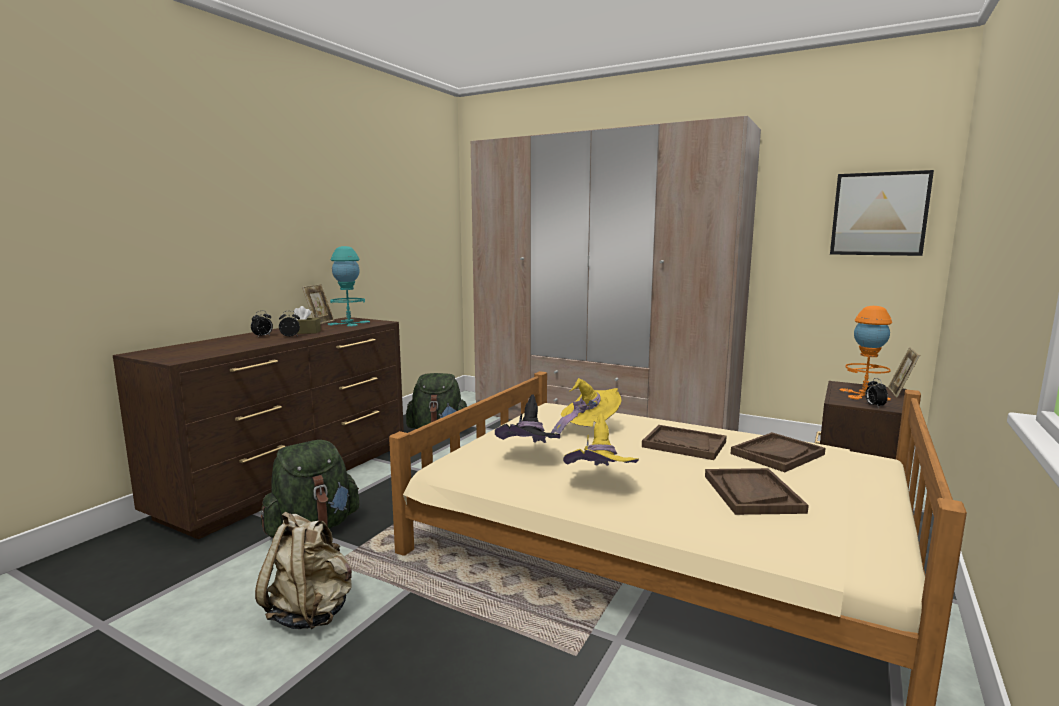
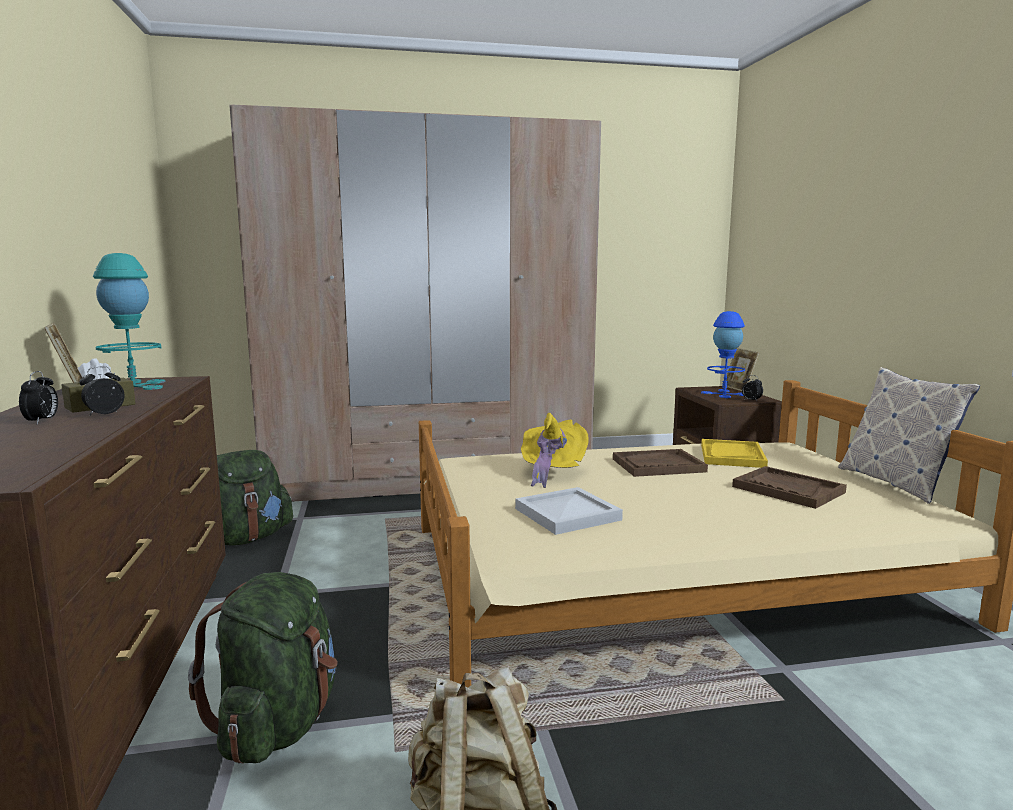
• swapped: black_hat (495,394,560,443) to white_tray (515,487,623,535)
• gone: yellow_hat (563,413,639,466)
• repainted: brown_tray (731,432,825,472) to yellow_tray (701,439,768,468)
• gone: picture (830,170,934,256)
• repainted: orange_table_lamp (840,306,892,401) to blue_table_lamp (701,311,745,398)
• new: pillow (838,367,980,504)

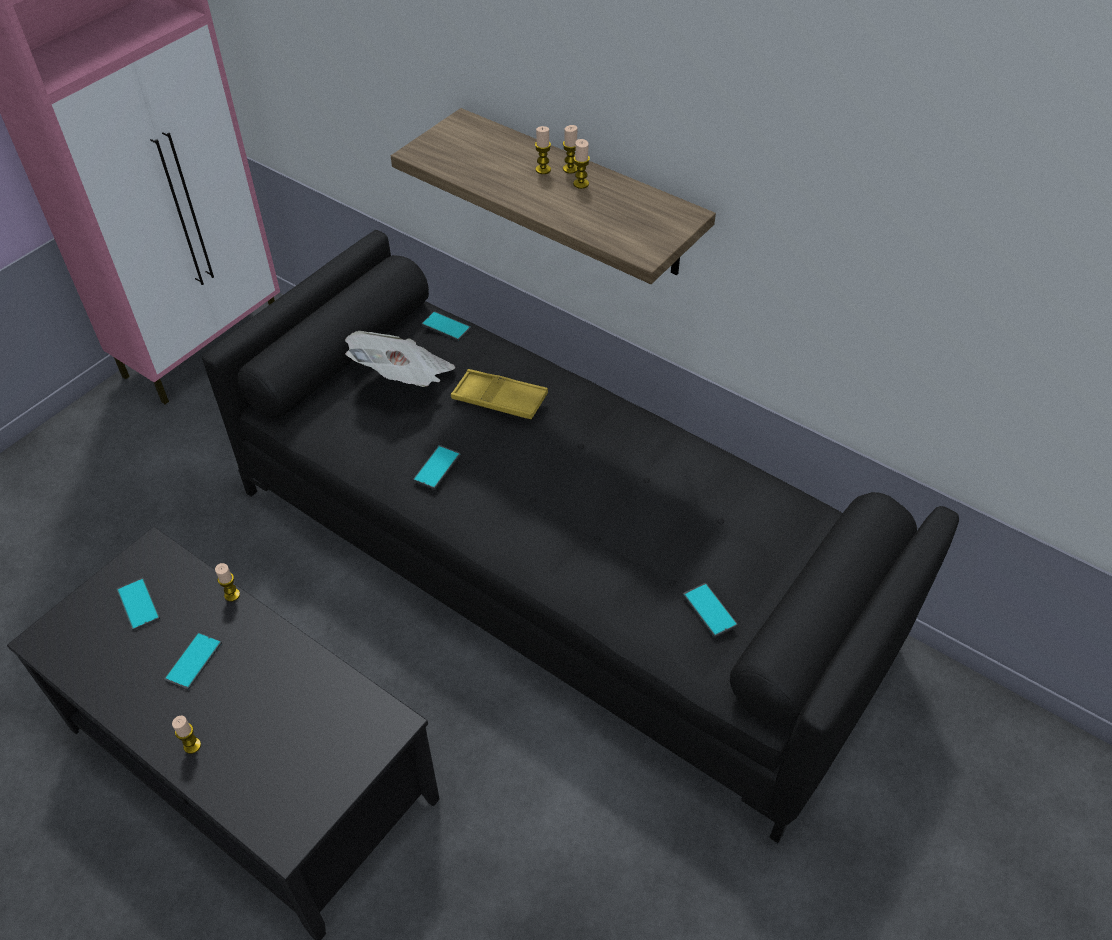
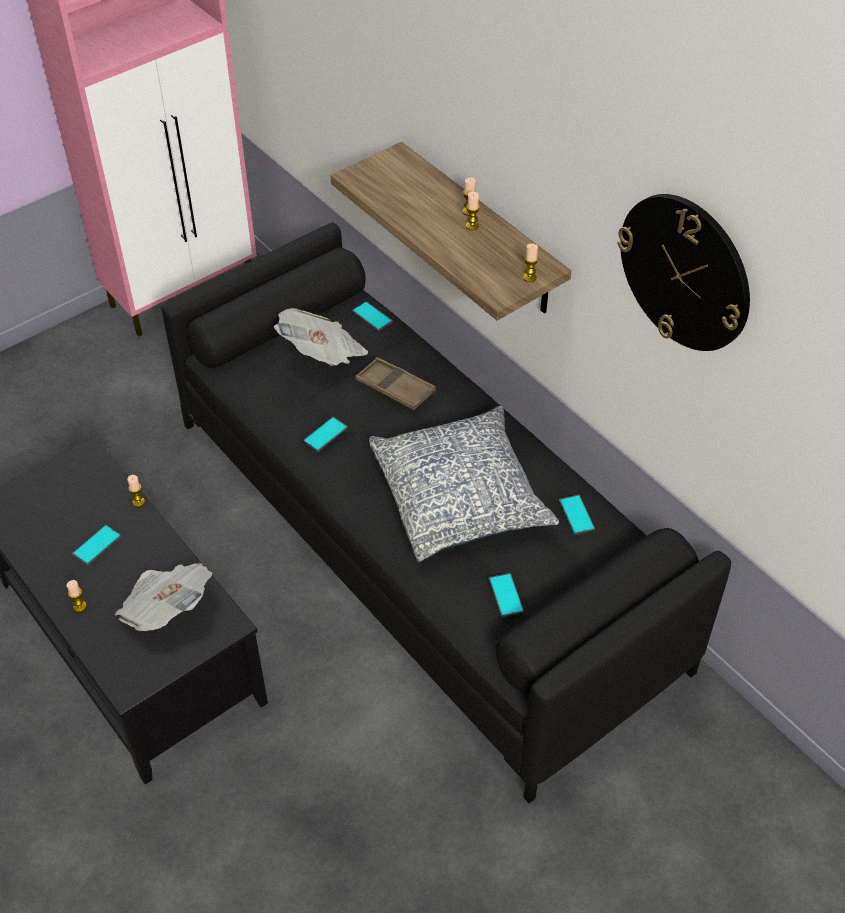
• shifted: phone (117,578,160,631) to (559,494,595,535)
• repainted: yellow_tray (451,369,548,419) to brown_tray (355,357,436,410)
• shifted: candle (535,126,551,174) to (523,243,538,282)
• new: newspaper (114,563,212,631)
• new: pillow (369,406,559,562)
• new: wall_clock (617,194,750,351)

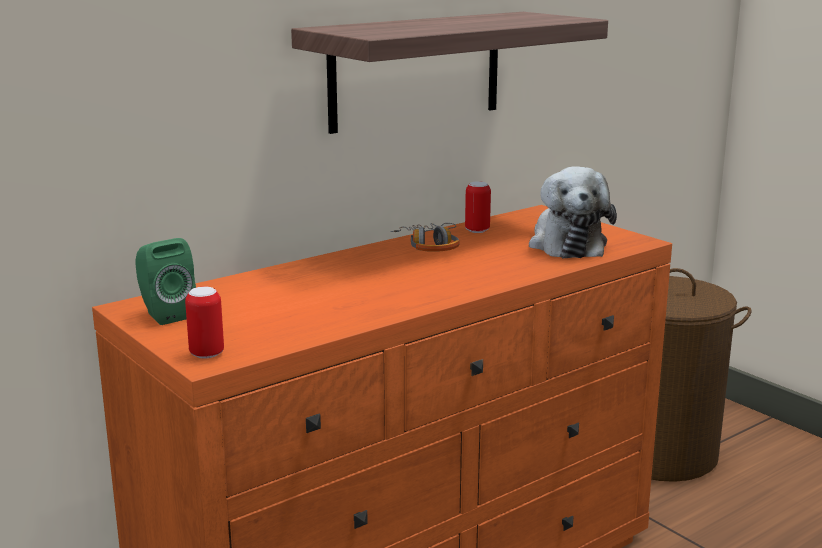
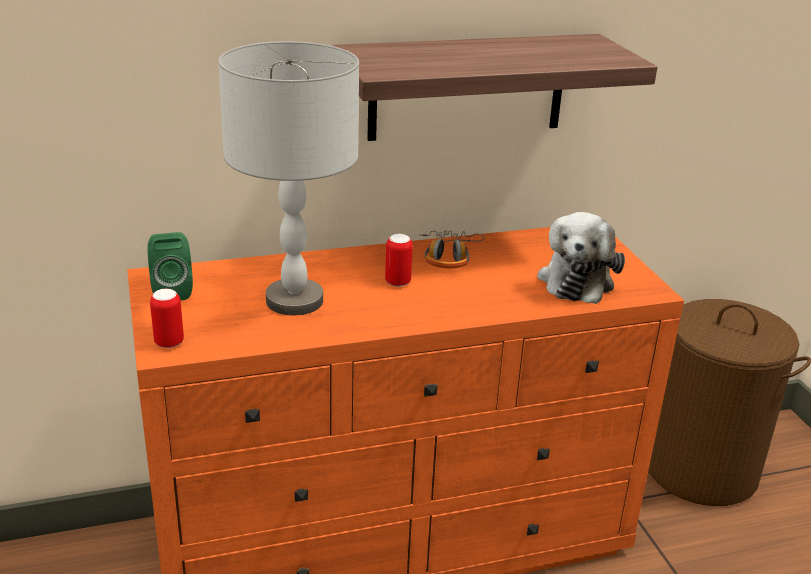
• shifted: can (465,181,491,233) to (385,234,413,287)
• new: grey_table_lamp (218,41,359,315)

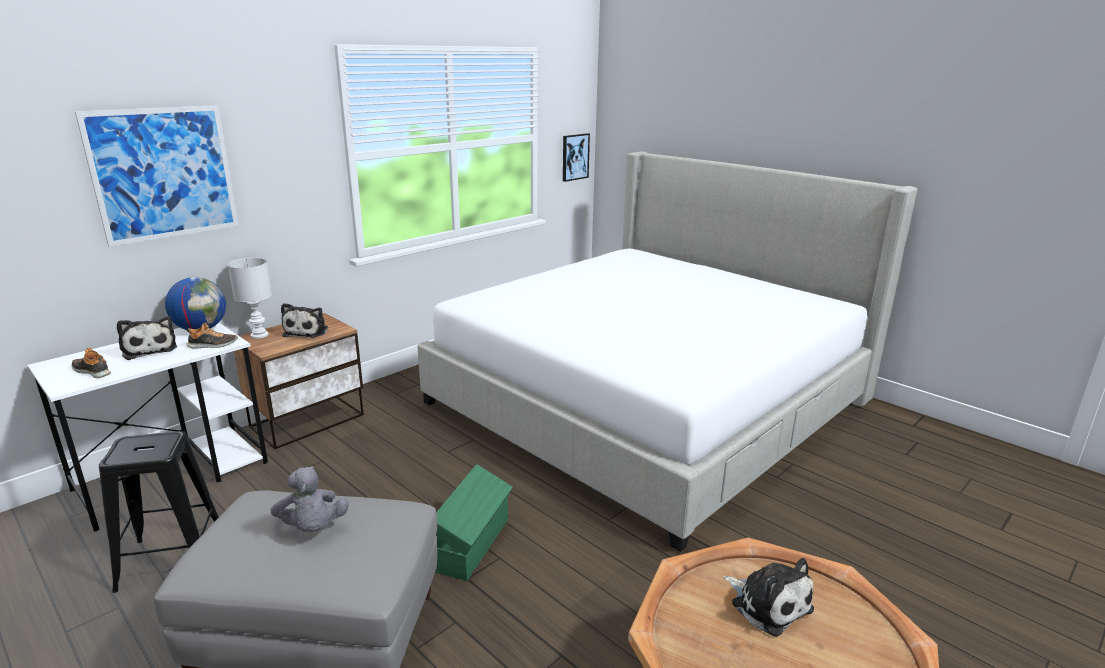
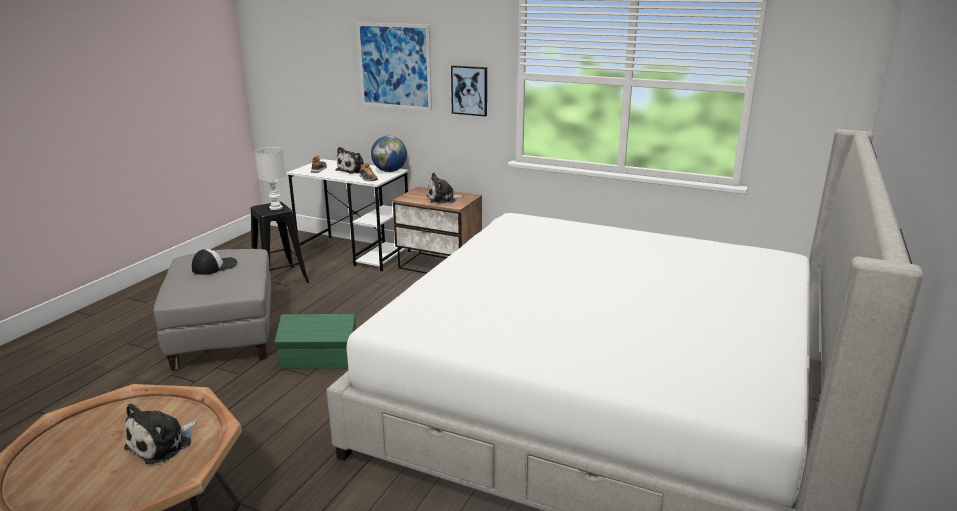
• shifted: white_table_lamp (228,258,272,339) to (255,147,286,210)
• swapped: grey_plush_toy (270,466,349,532) to cap (192,249,238,275)
• shifted: picture (563,133,590,182) to (451,65,487,116)

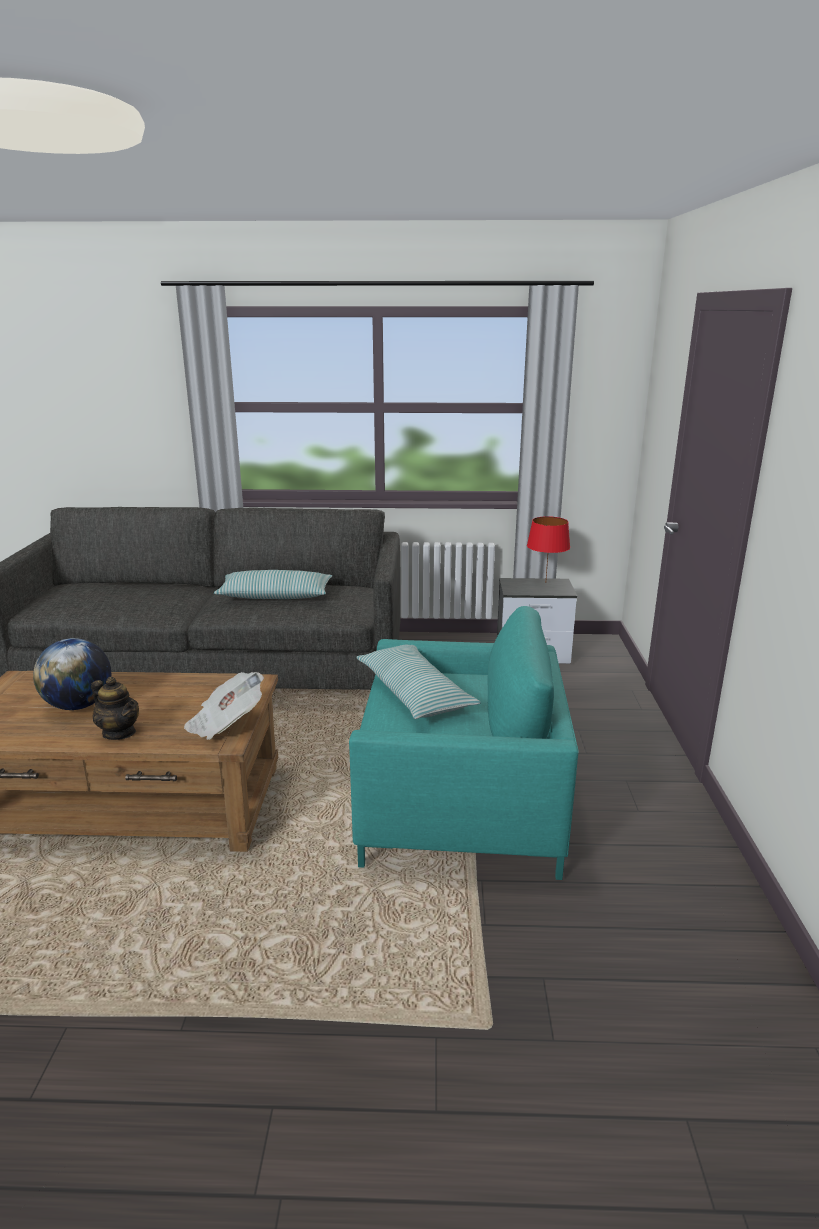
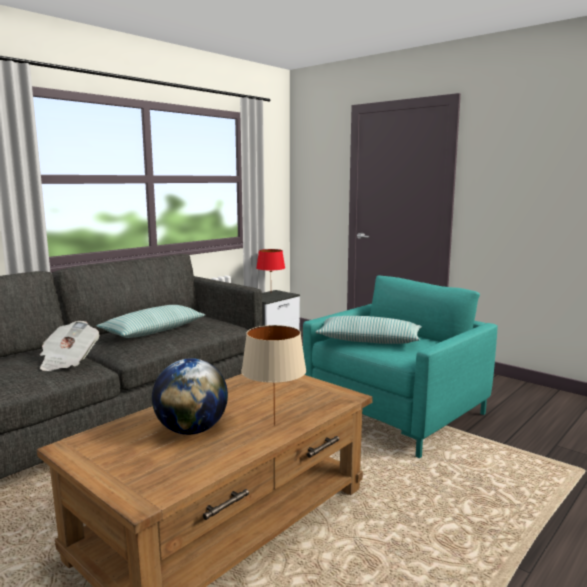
• swapped: teapot (91,677,139,740) to beige_table_lamp (241,325,306,425)
• shifted: newspaper (184,672,264,740) to (40,321,100,371)

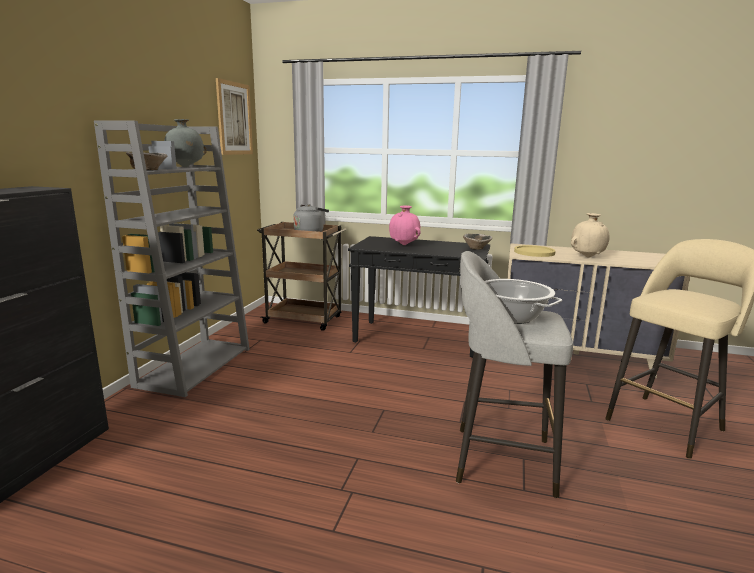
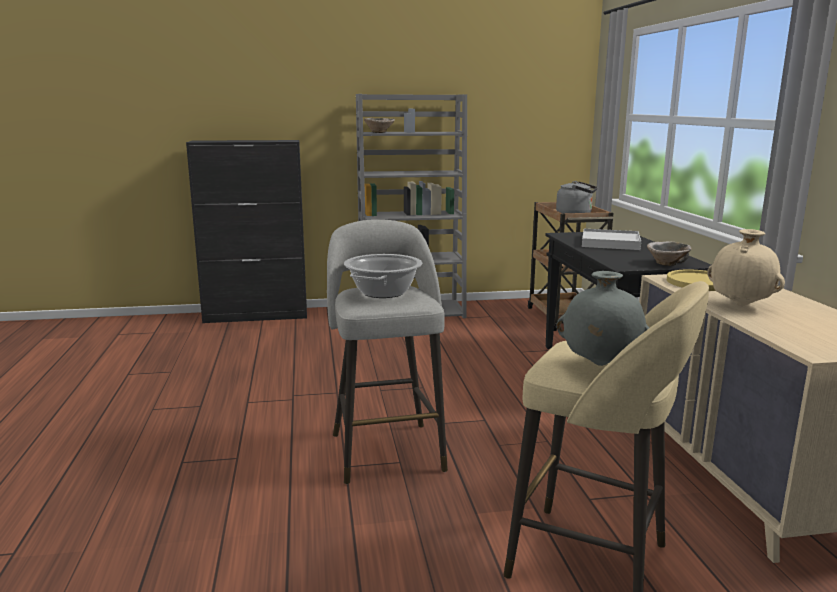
• shifted: grey_vase (164,119,207,167) to (556,271,649,366)
• gone: picture (216,78,253,155)
• swapped: pink_vase (389,205,421,245) to white_tray (582,229,641,250)

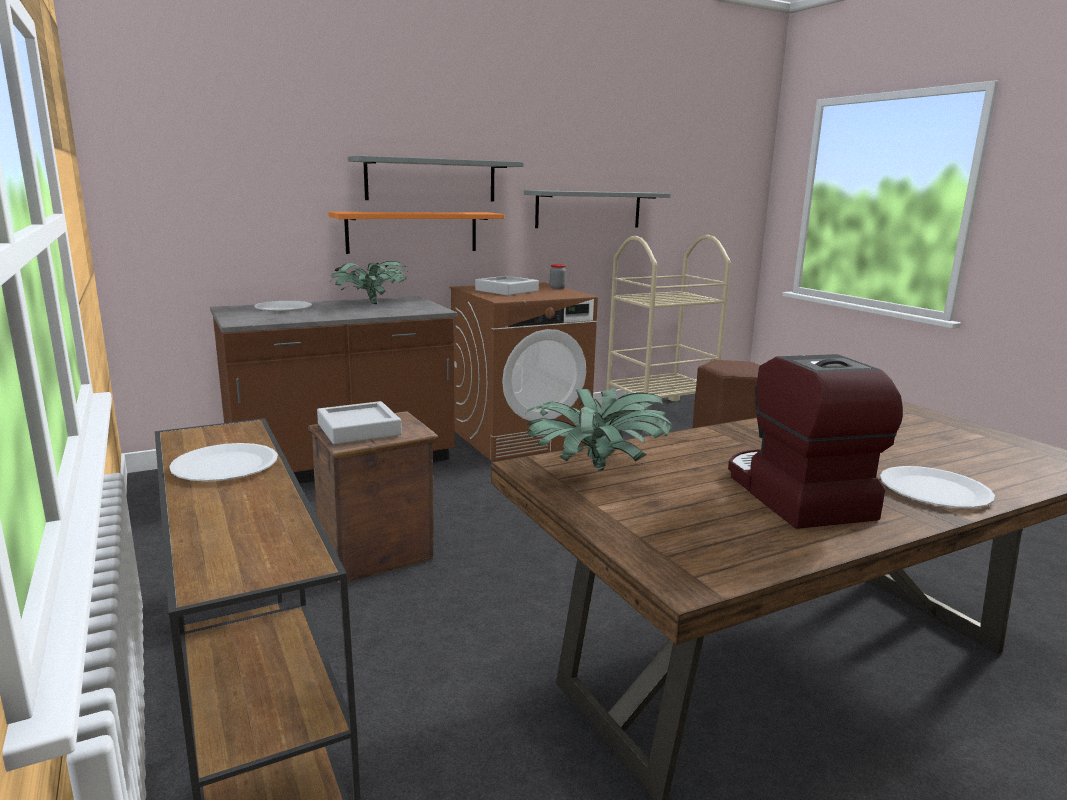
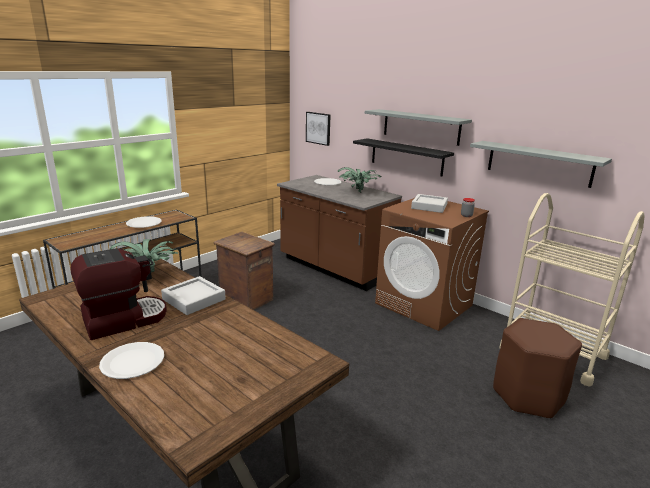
• shifted: grey_tray (317,401,402,444) to (161,276,226,315)
• repainted: orange_shelf (328,212,504,254) to black_shelf (353,138,454,176)
• new: picture (306,112,330,146)

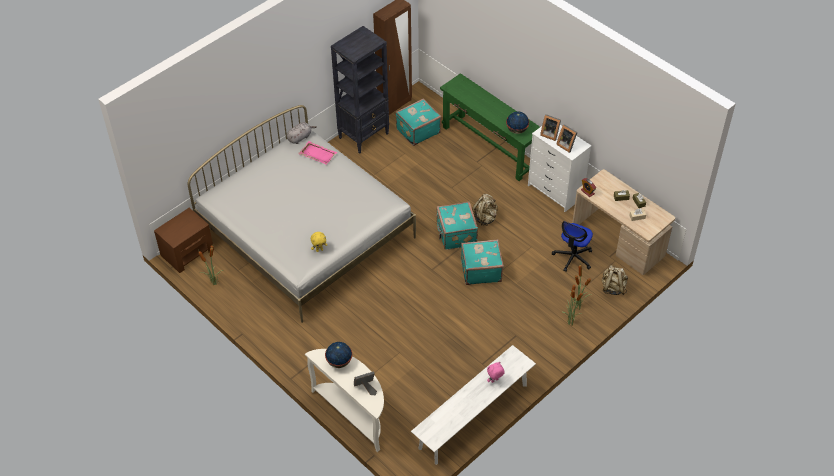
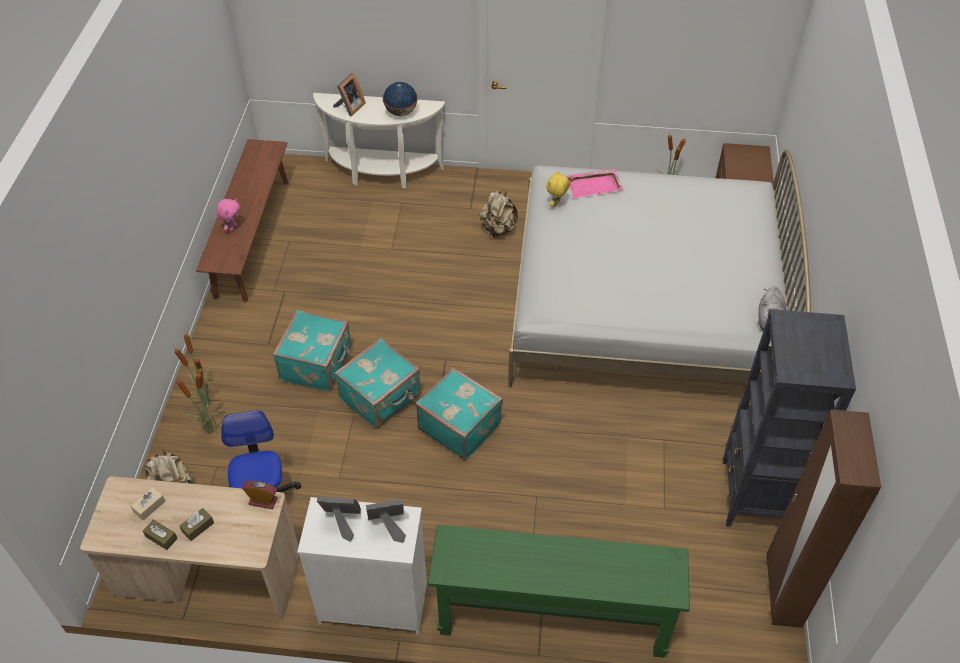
• shifted: pink_tray (298,141,337,165) to (566,169,624,199)
• shifted: turquoise_suitcase (396,98,441,146) to (273,310,352,391)
• repainted: white_bench (411,345,536,465) to brown_bench (196,139,288,303)
• shifted: beige_backpack (472,194,498,226) to (479,190,518,238)
• gone: globe (506,111,529,134)

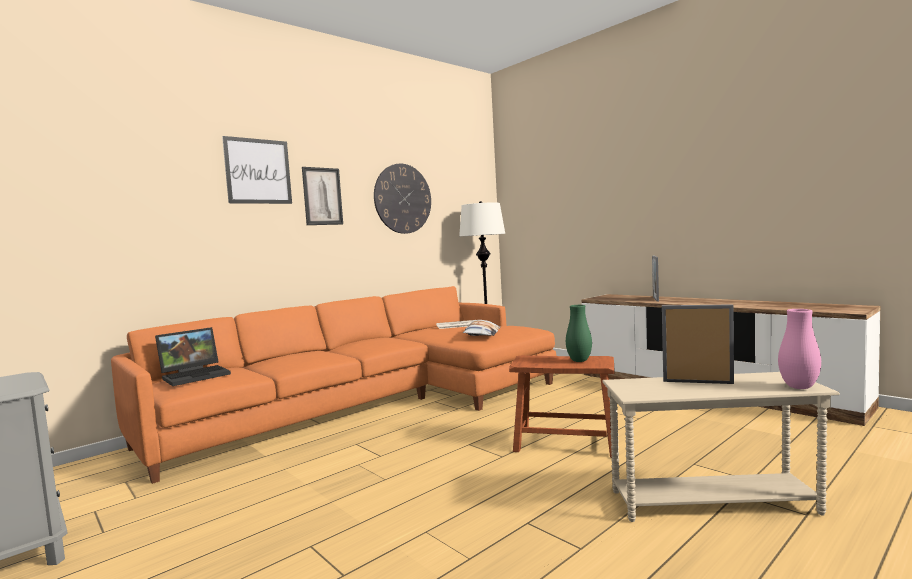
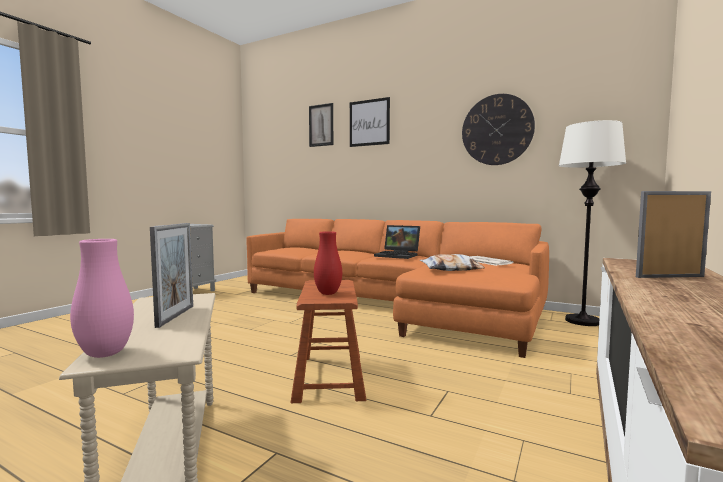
• shifted: laptop (155,327,231,386) to (374,225,420,259)
• shifted: picture (302,167,343,225) to (309,103,333,147)
• repainted: green_vase (566,305,592,362) to red_vase (314,231,342,295)

